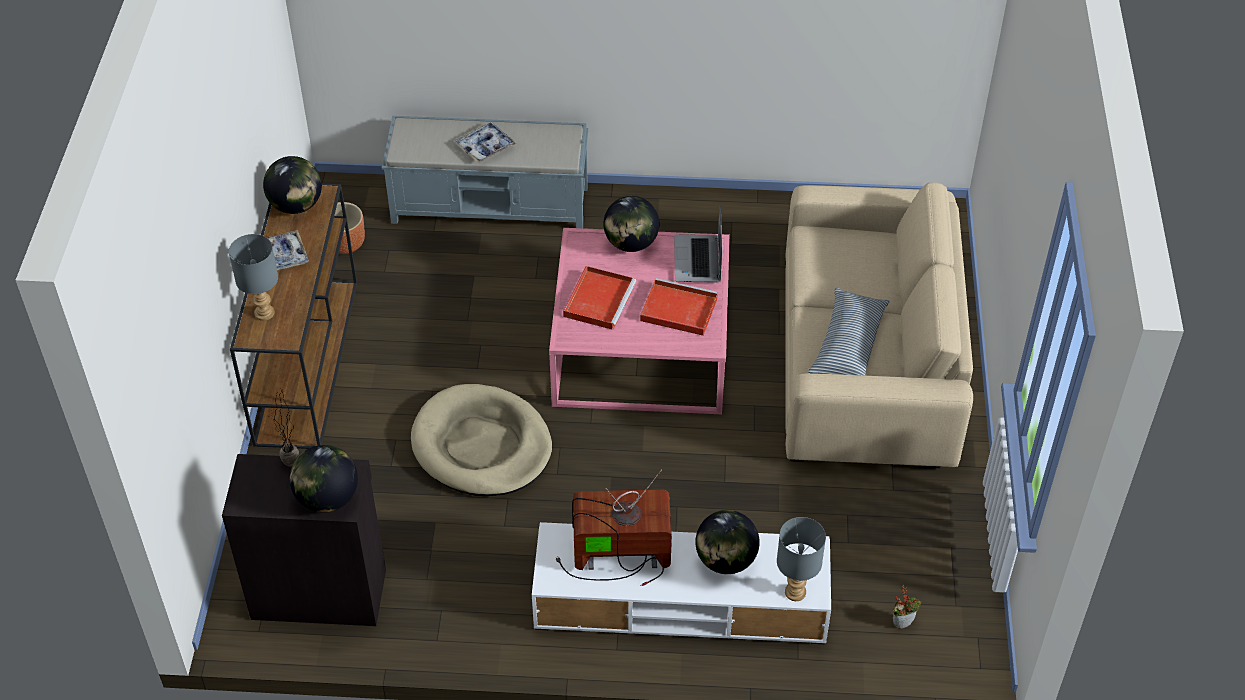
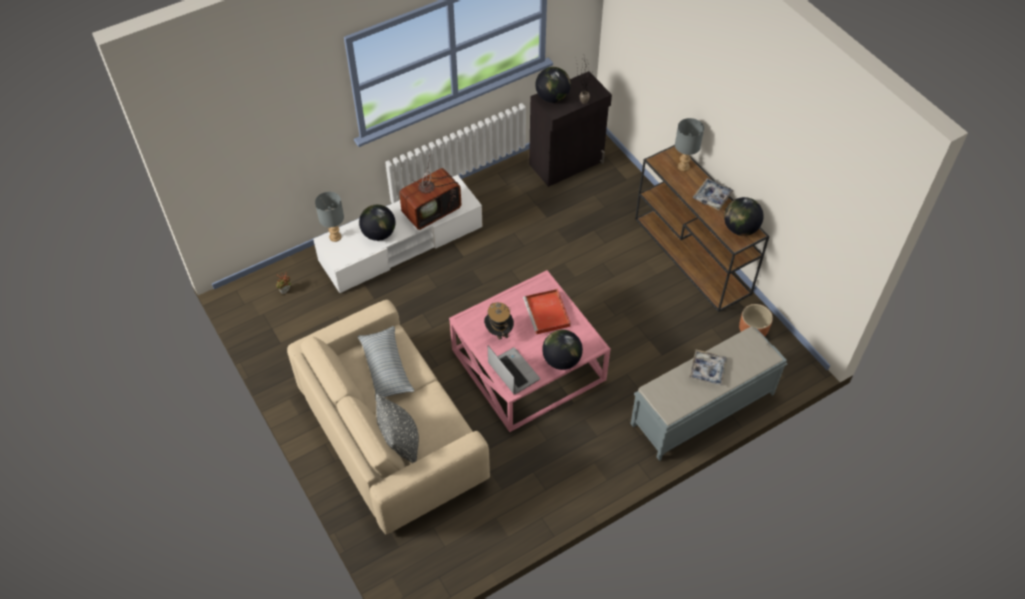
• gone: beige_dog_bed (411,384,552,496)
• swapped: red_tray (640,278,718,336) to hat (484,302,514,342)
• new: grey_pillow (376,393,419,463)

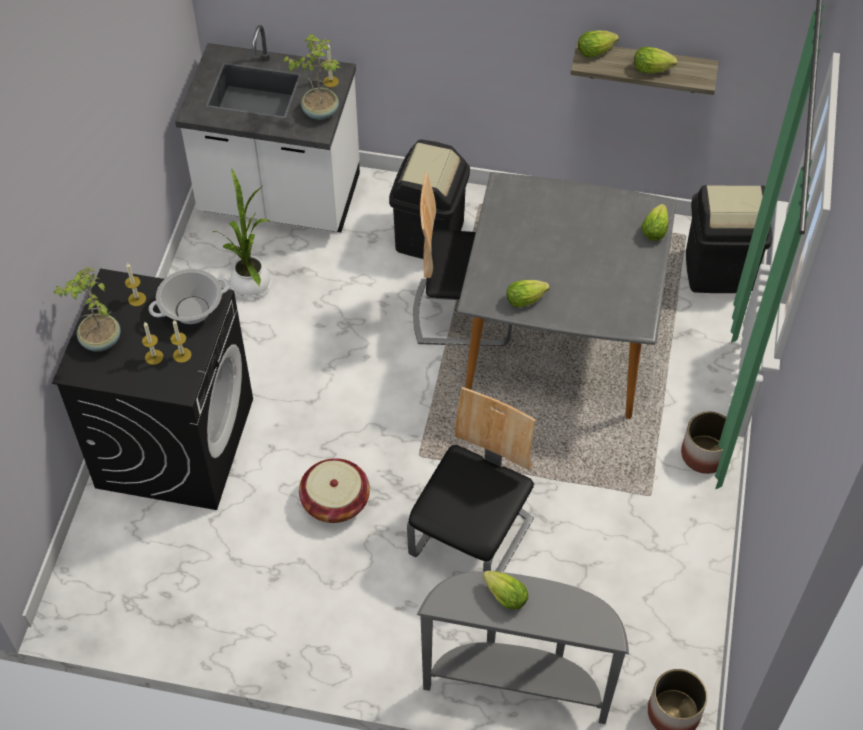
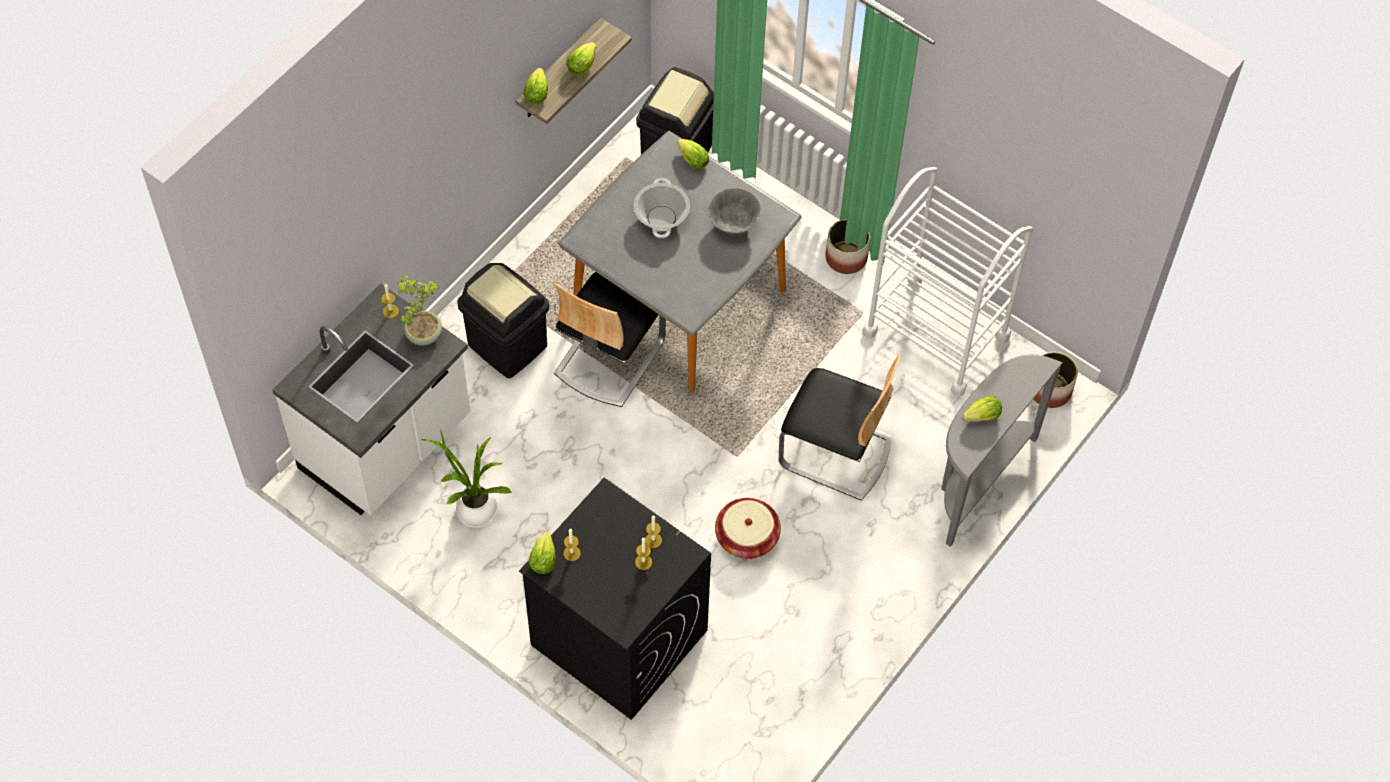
• gone: potted_plant (53,267,120,352)
• shifted: cooking_pot (149,269,230,324) to (634,178,690,238)
• rotated: chair (407,387,536,572) = (779,354,901,501) 150 degrees clockwise
• shifted: lettuce (506,280,550,308) to (528,532,556,574)
• new: grey_bowl (708,188,761,234)
• new: white_cart (862,167,1033,397)

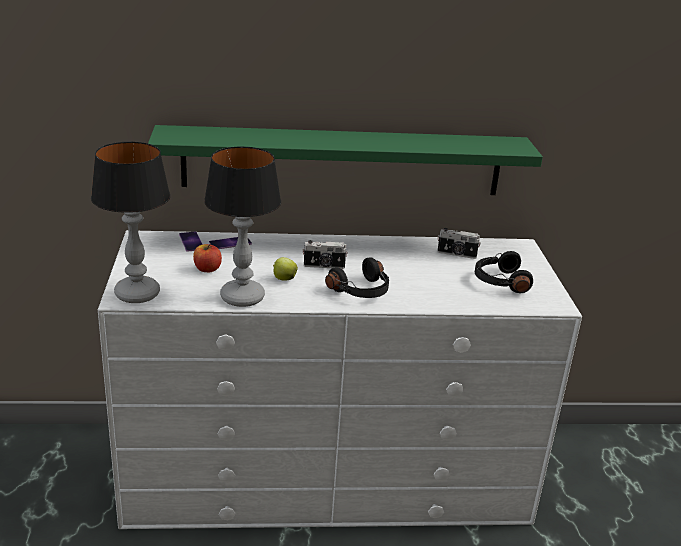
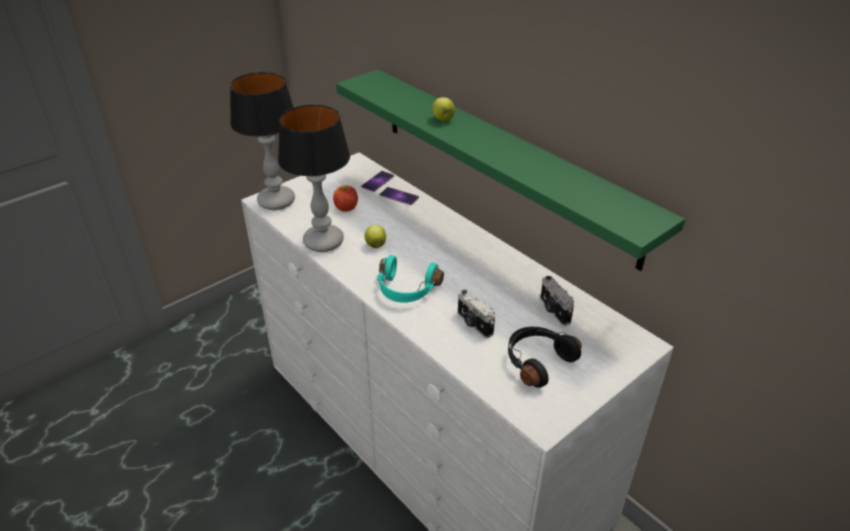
• shifted: photo_camera (303,240,348,269) to (458,289,495,338)
• repainted: black_headphones (325,257,389,298) to turquoise_headphones (377,255,444,303)
• new: apple (432,97,455,121)

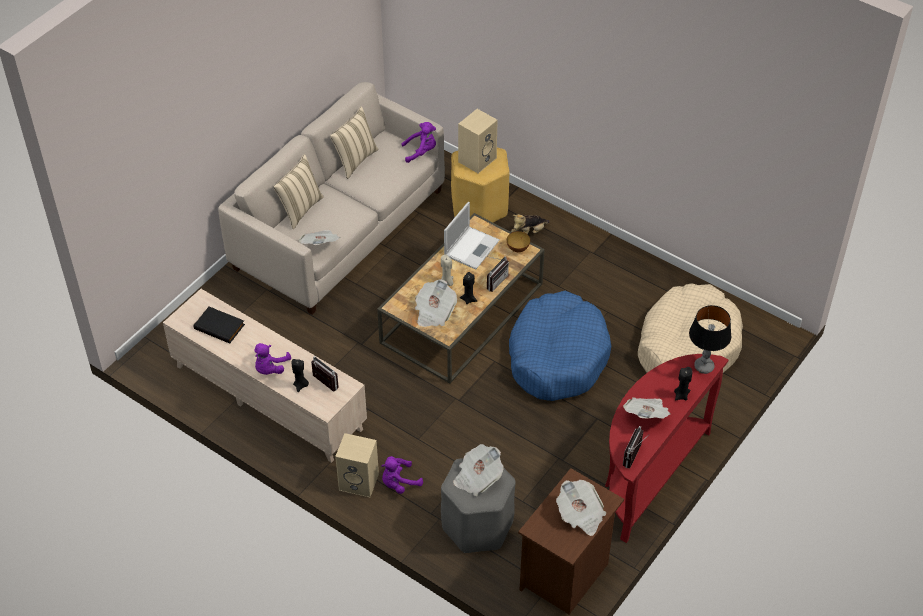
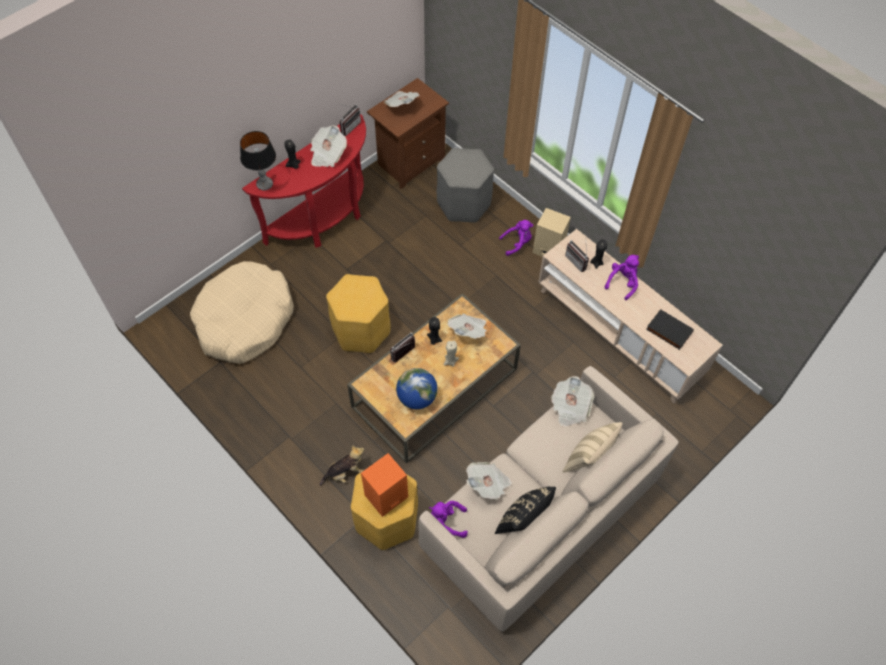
• repainted: beige_pillow (330,106,379,179) to black_pillow (495,487,556,534)
• swapped: laptop (444,202,500,270) to globe (396,368,438,409)
• shifted: newspaper (453,444,503,496) to (466,462,512,500)
• repainted: beige_speaker (458,109,498,173) to orange_speaker (361,453,408,517)
• gone: bowl (507,231,530,252)
• swapped: blue_dog_bed (509,291,611,401) to yellow_stool (326,274,390,353)

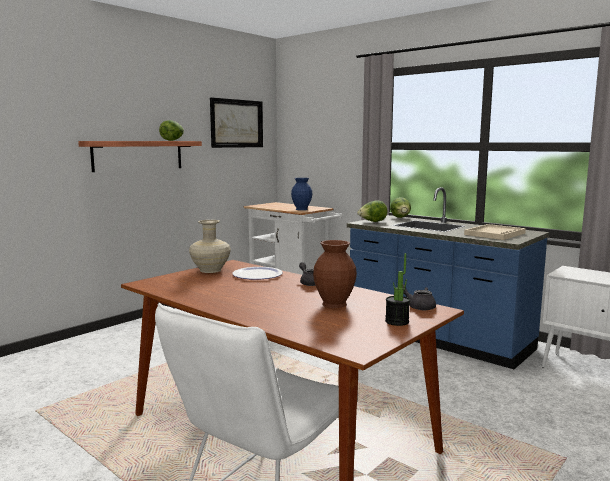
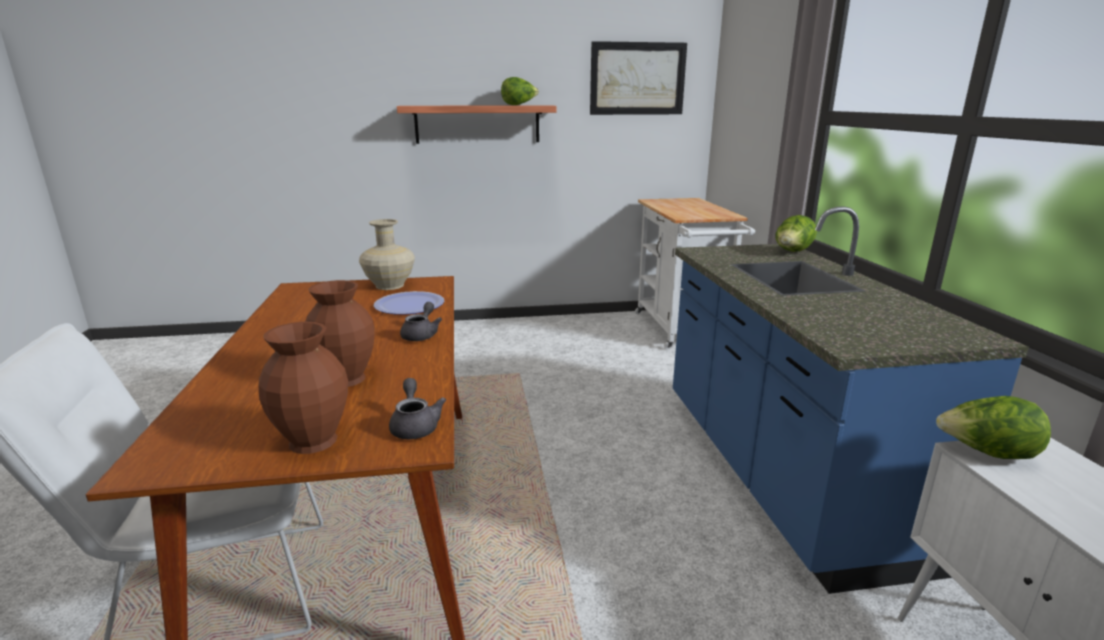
• gone: blue_vase (291,178,313,210)
• shifted: lettuce (357,200,388,222) to (936,396,1051,459)
• swapped: potted_plant (385,253,410,326) to brown_vase (258,322,348,454)
• gone: beige_tray (464,224,526,240)

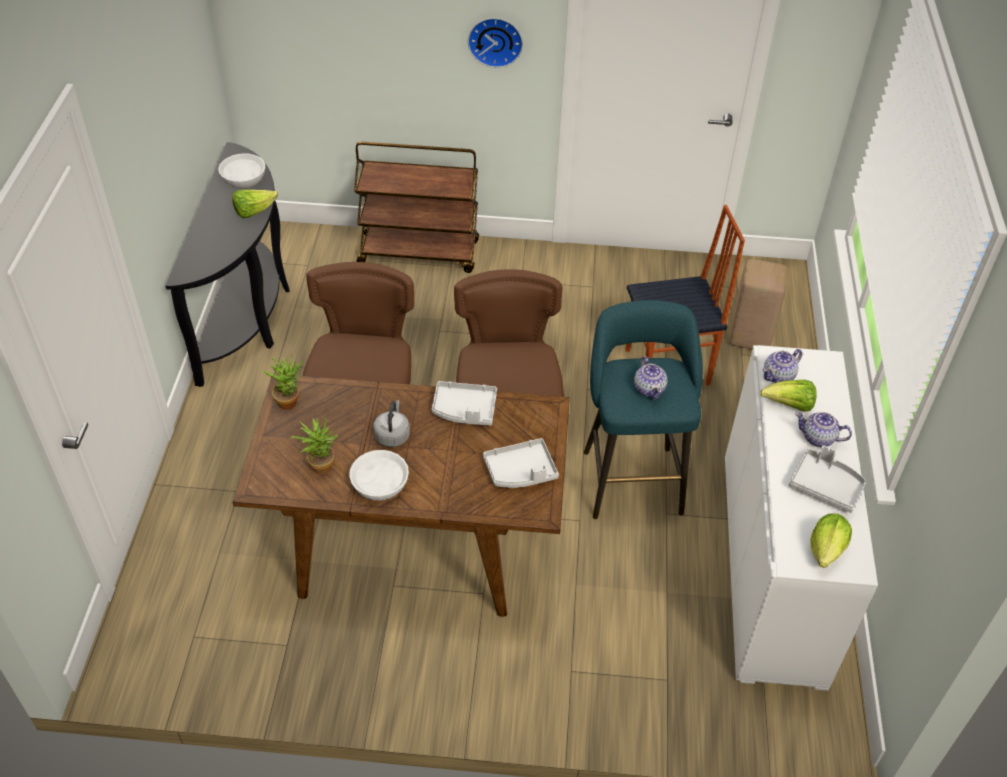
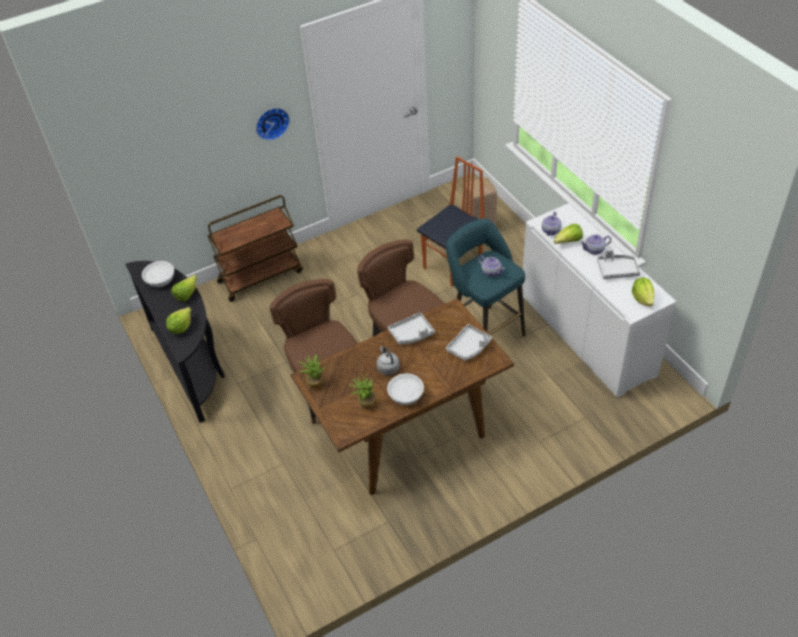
• new: lettuce (166,307,191,334)

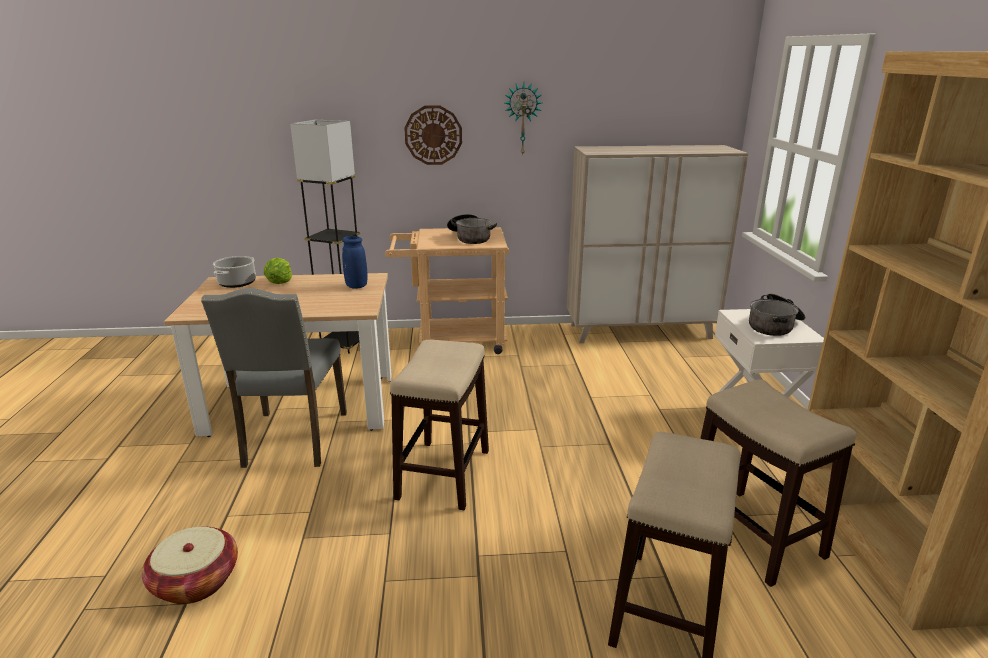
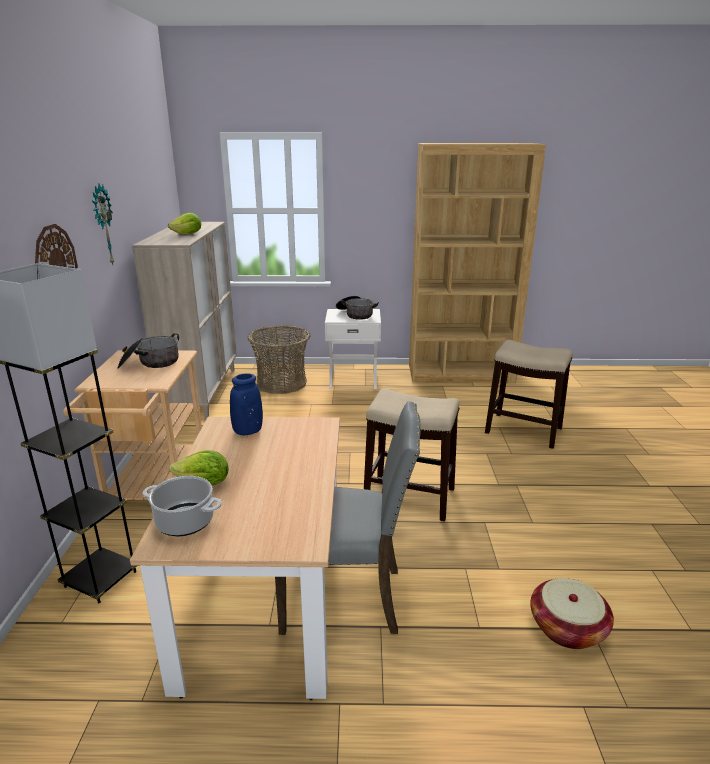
• gone: stool (700,379,857,587)
• new: lettuce (168,213,201,234)
• new: basket (248,325,311,394)

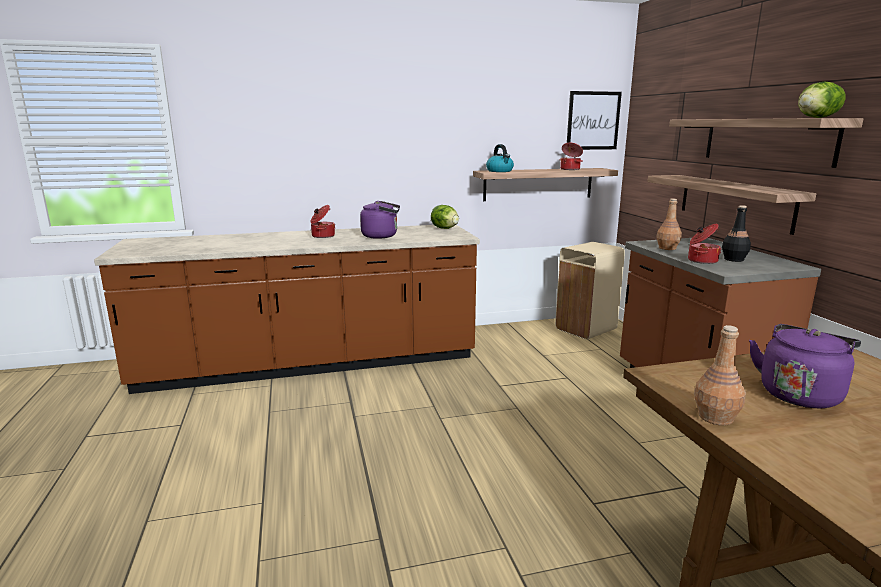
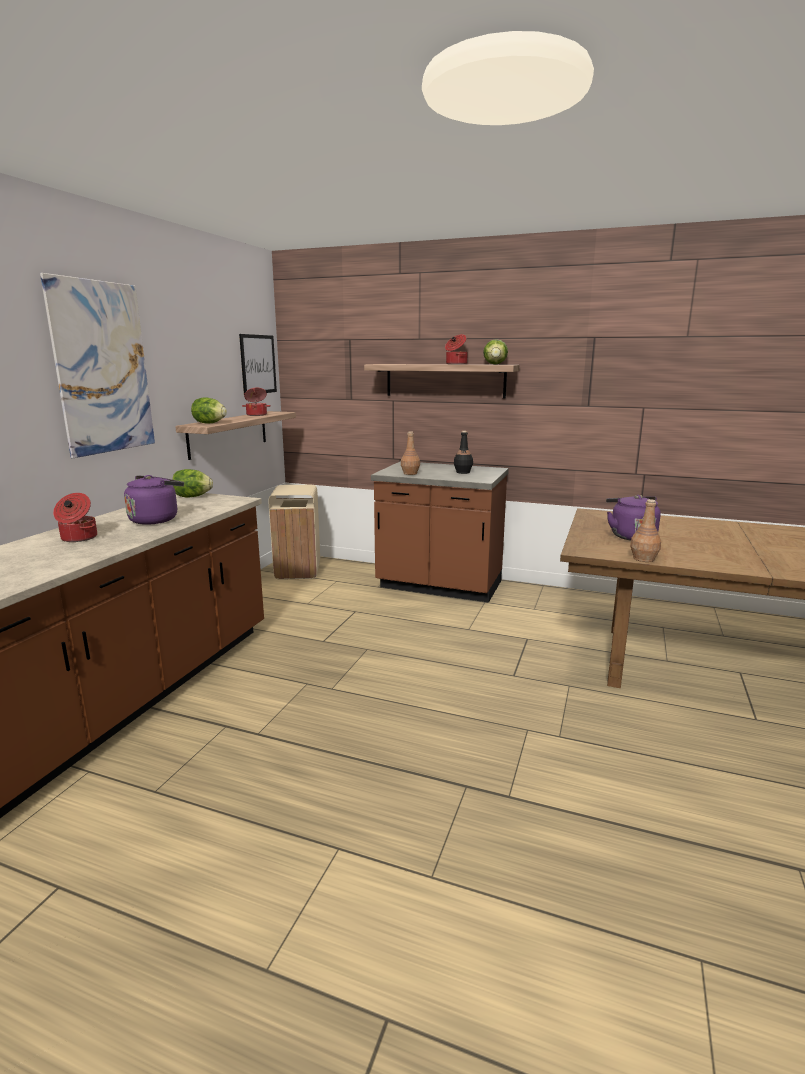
• swapped: kettle (486,144,514,172) to lettuce (191,397,227,424)
• gone: shelf (647,175,816,235)
• shifted: cooking_pot (688,224,721,264) to (445,334,468,365)
• new: picture (40,273,155,458)

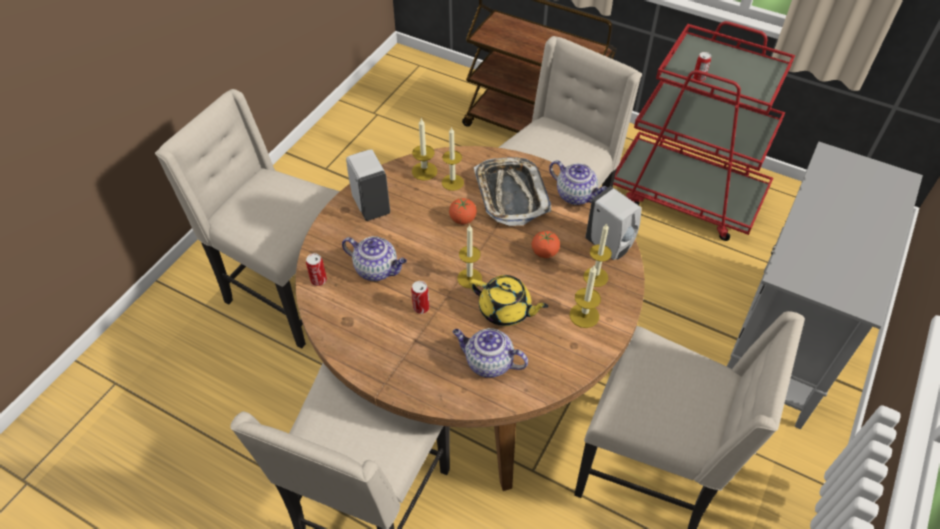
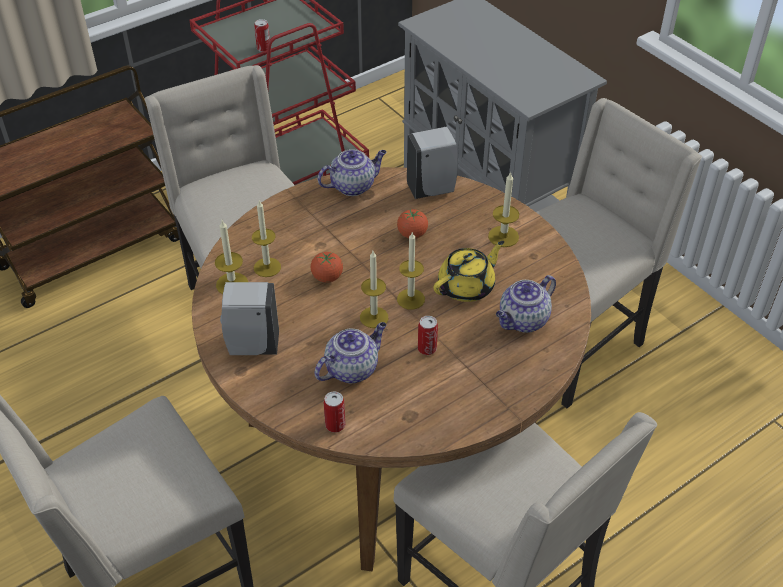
• gone: tray (474,157,551,226)
• shifted: candle (583,223,612,287) to (360,251,388,328)

